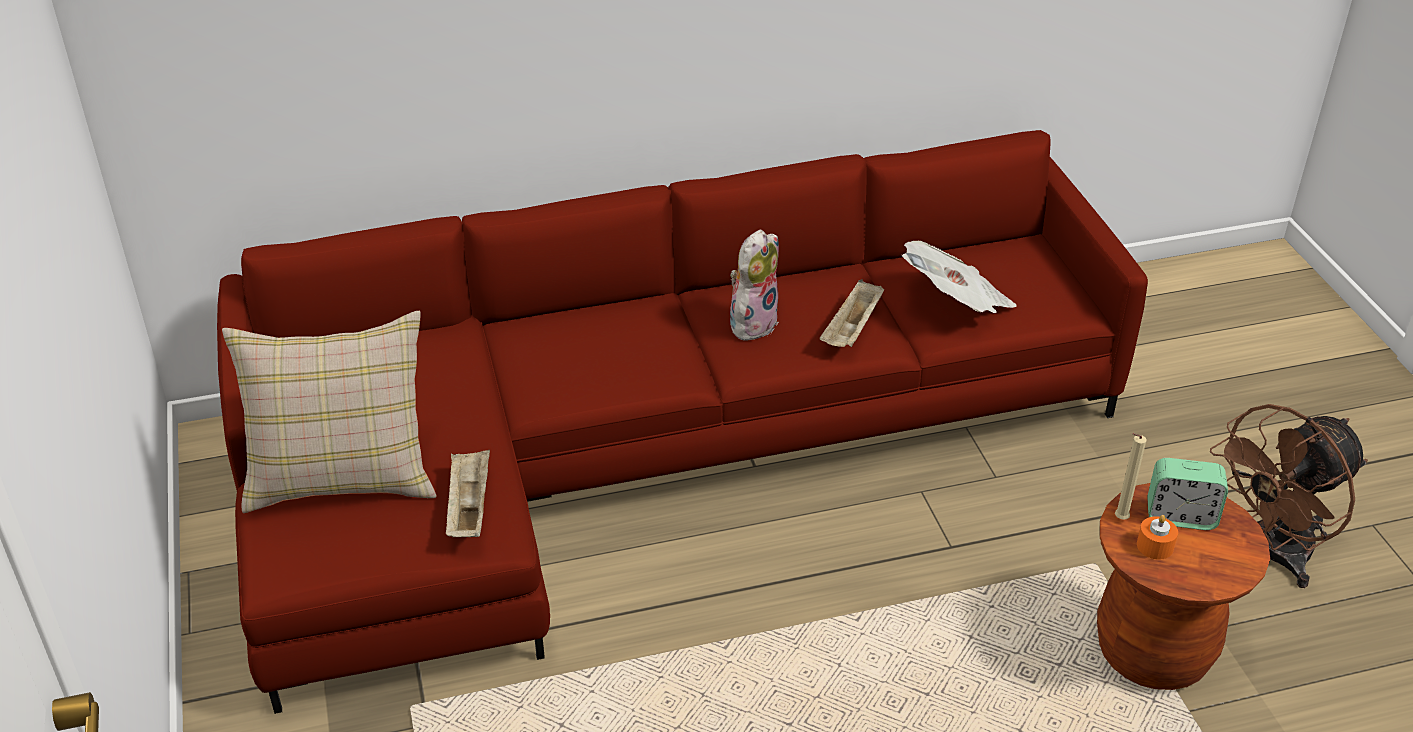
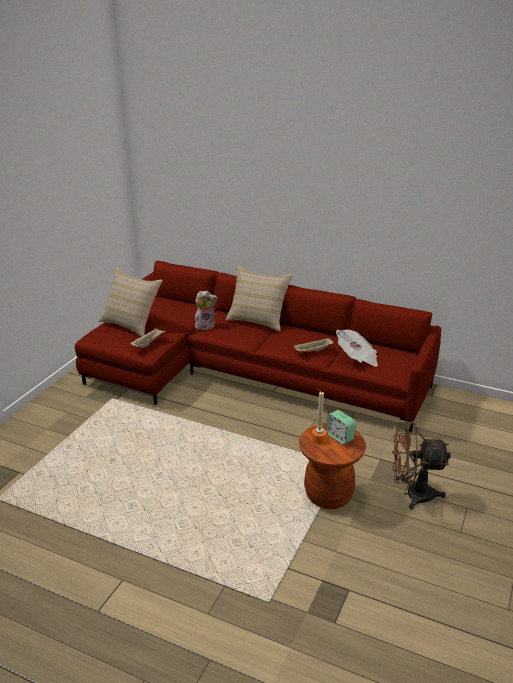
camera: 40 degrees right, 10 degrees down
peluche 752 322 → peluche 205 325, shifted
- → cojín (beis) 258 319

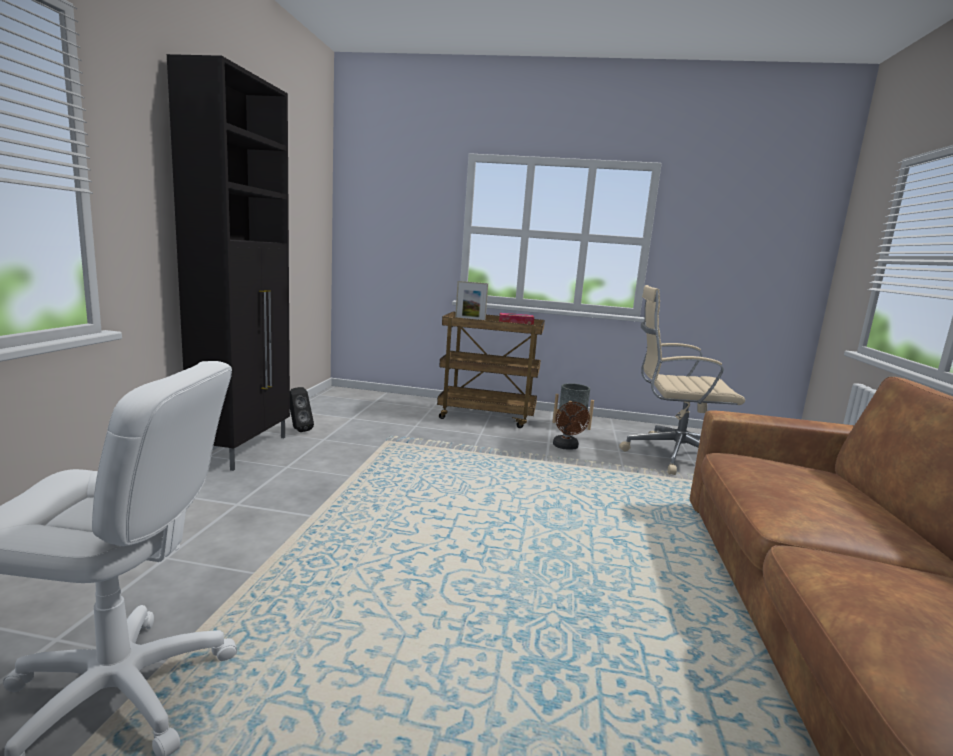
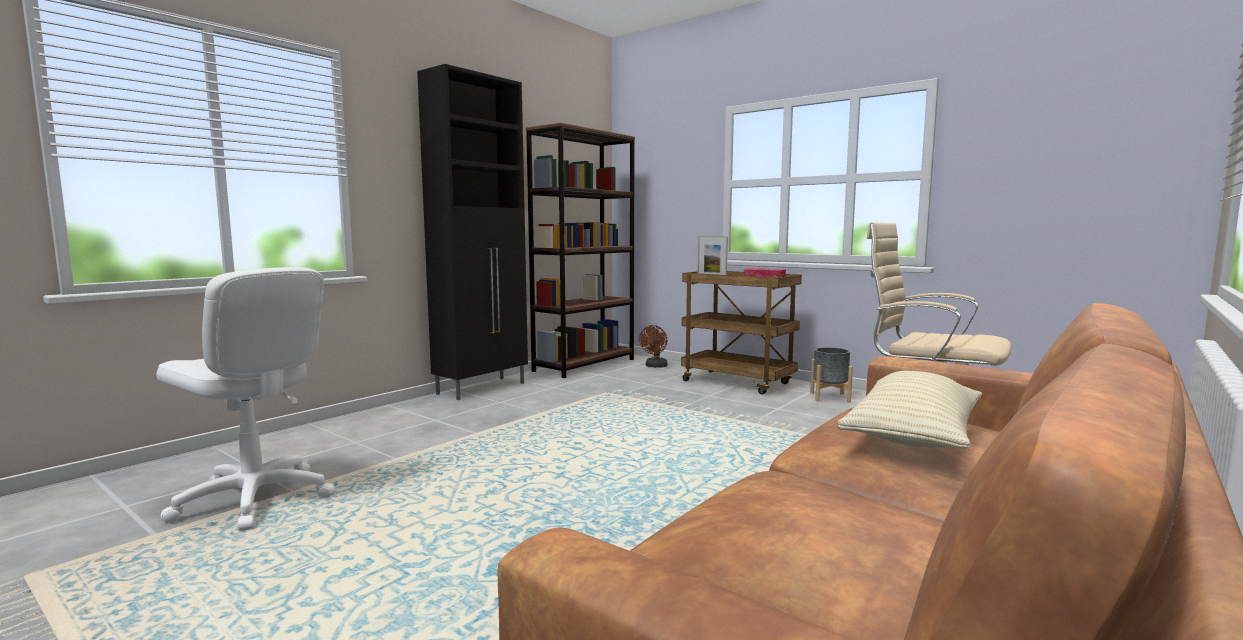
camera: 30 degrees right, 5 degrees down
- → estantería (marrón) 585 365
ventilador (marrón) 566 447 → ventilador (marrón) 655 366, shifted
- → cojín (beis) 913 436
altavoz (negro) 298 430 → -

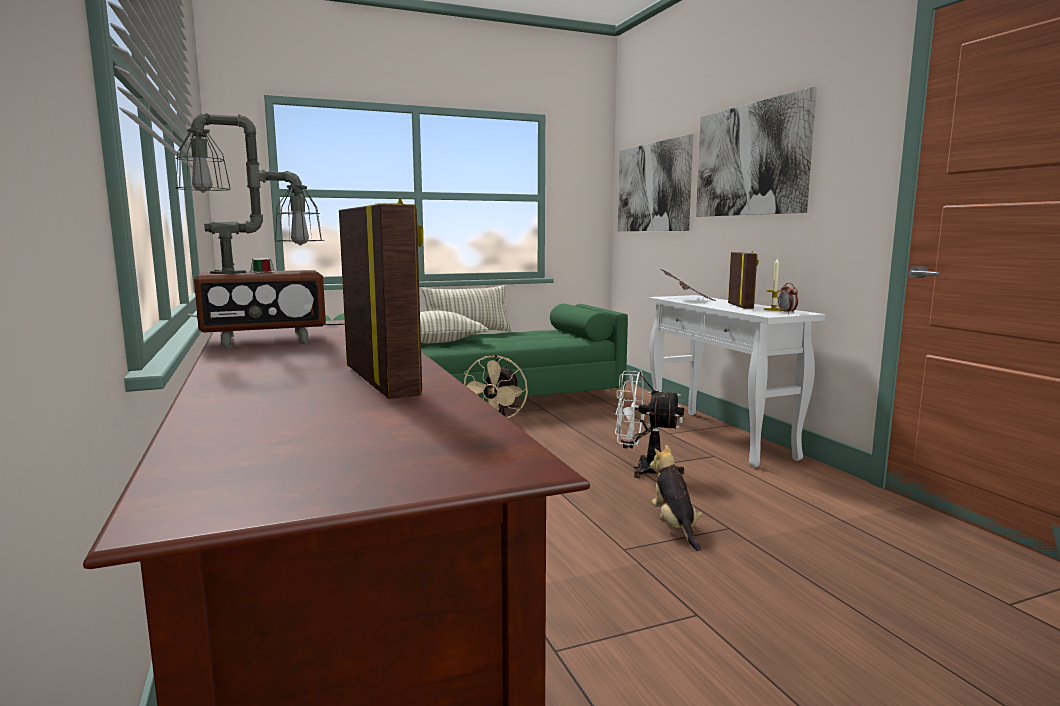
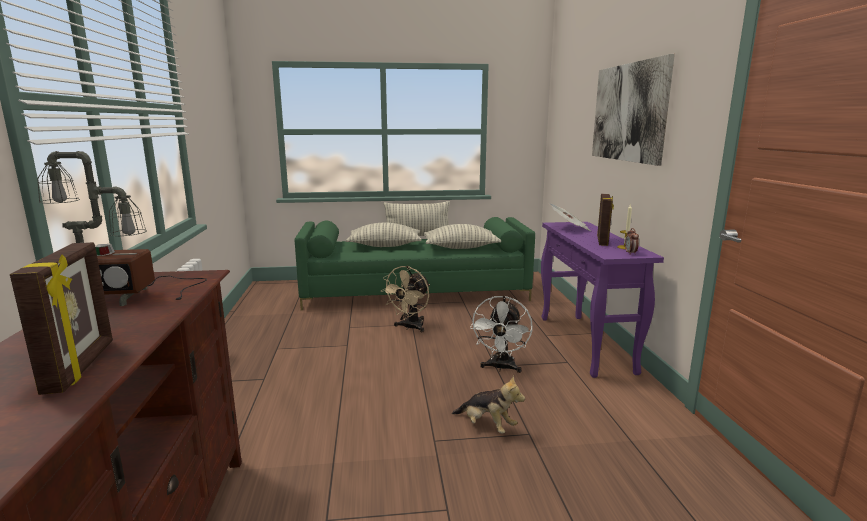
camera: 15 degrees right, 5 degrees up
- → cojín 460 248
peluche 675 526 → peluche 487 426, 120 degrees clockwise
ventilador (blanco) 643 469 → ventilador (blanco) 501 368, 105 degrees counterclockwise
mesa consola (blanco) 720 437 → mesa consola (morado) 585 344
cuadro 653 187 → -

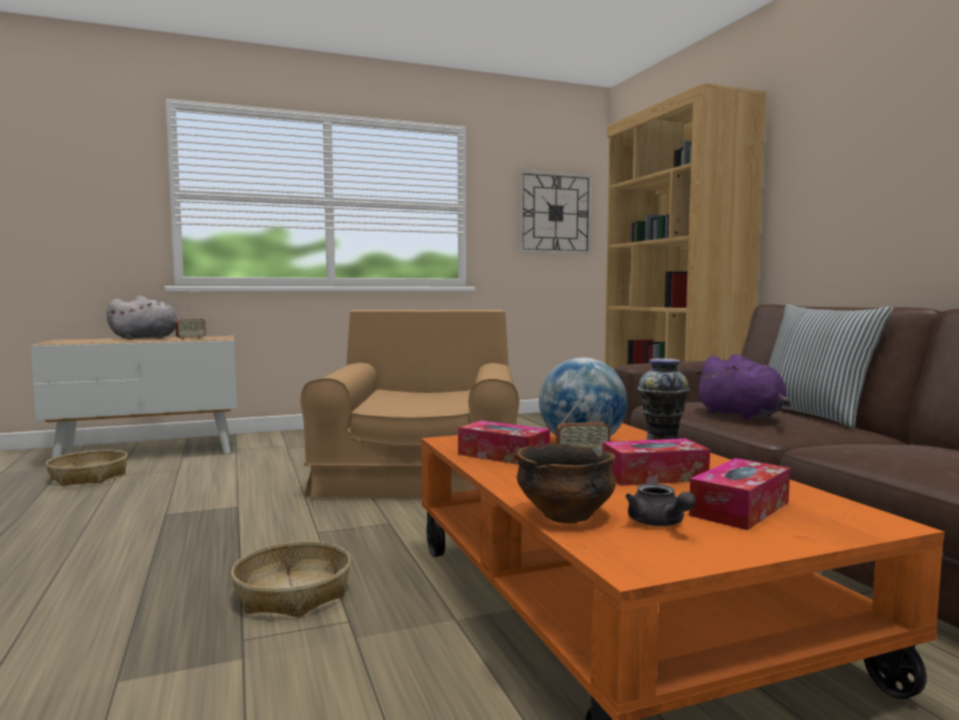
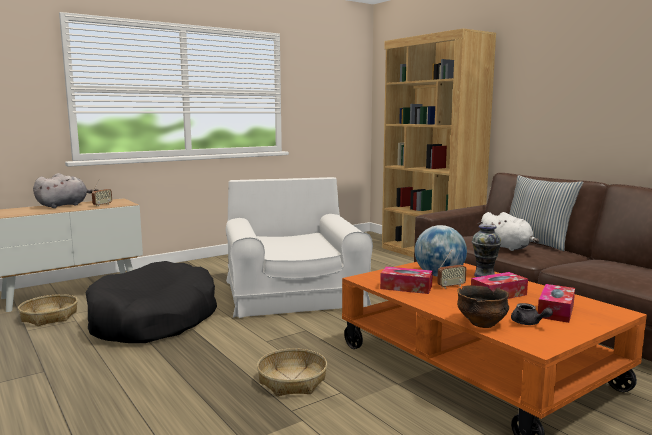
camera: 15 degrees left, 5 degrees up
- → cama para perro (negro) 153 320
sillón (marrón) 420 475 → sillón (blanco) 293 294
peluche (morado) 743 416 → peluche (blanco) 507 248
reloj de pared 555 213 → -

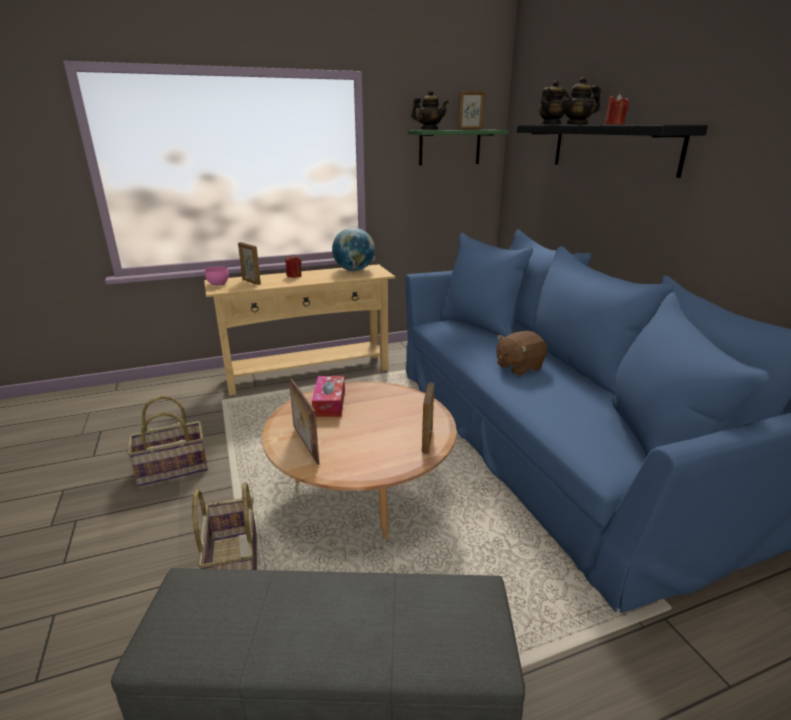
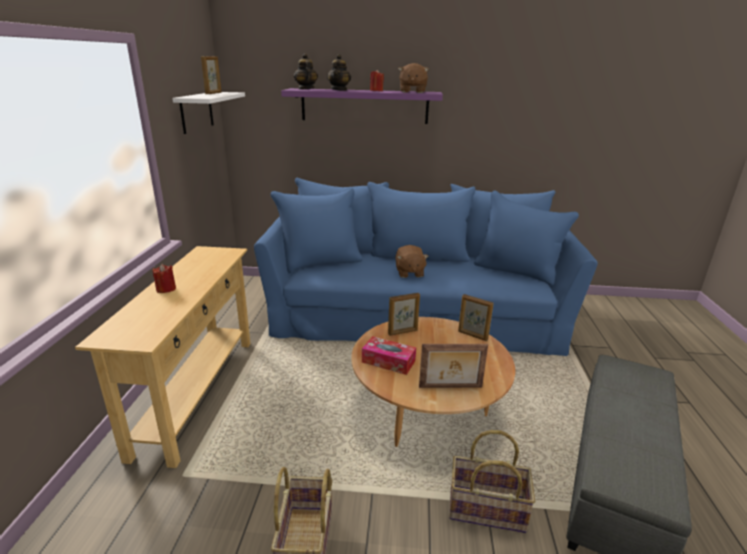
camera: 65 degrees left, 0 degrees up
estante (verde) 449 147 → estante (blanco) 196 112
estante (negro) 612 148 → estante (morado) 364 106
portarretratos 251 282 → portarretratos 403 332, shifted
- → peluche (marrón) 412 92
cuenco (rosa) 217 284 → -
globo terráqueo 354 270 → -
tetera 429 129 → -

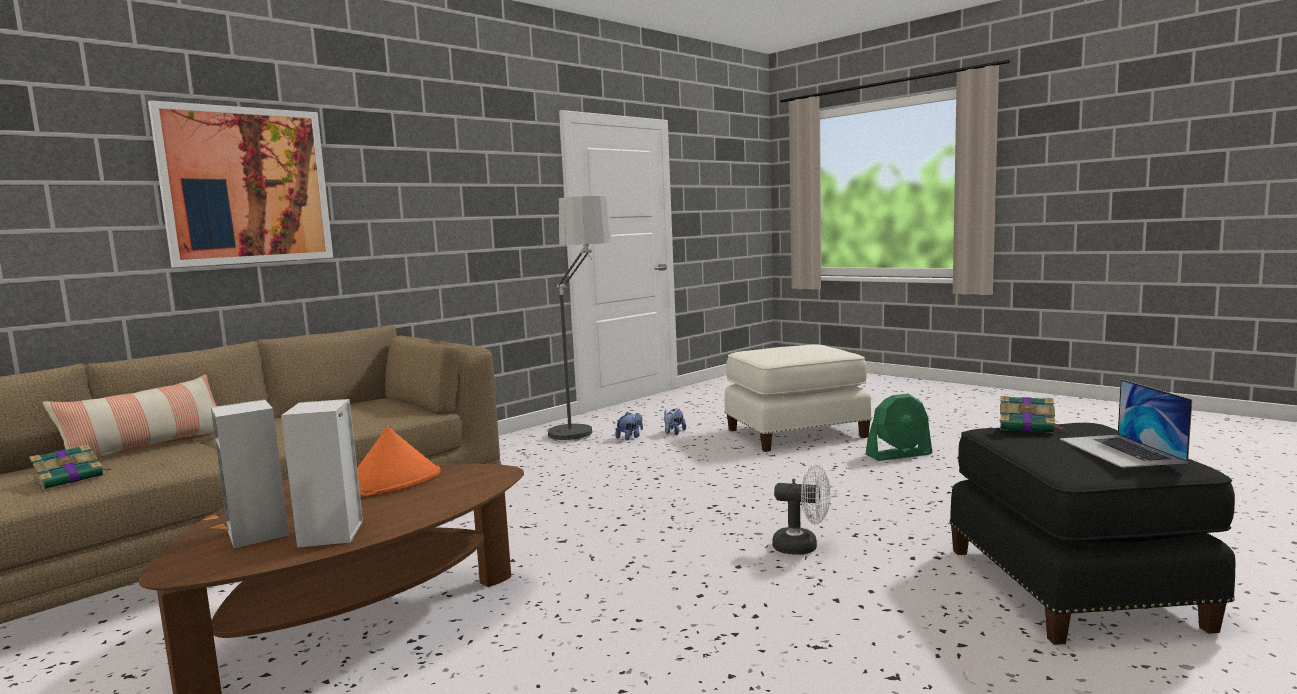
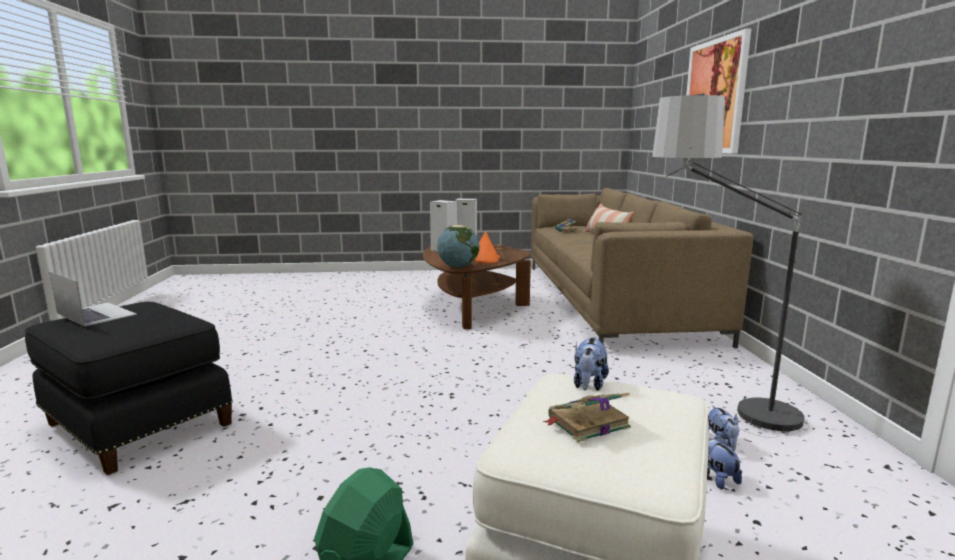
camera: 130 degrees right, 5 degrees up
- → globo terráqueo 458 267
libro 1028 427 → libro 586 423, shifted
- → peluche 588 385
ventilador (blanco) 803 547 → -

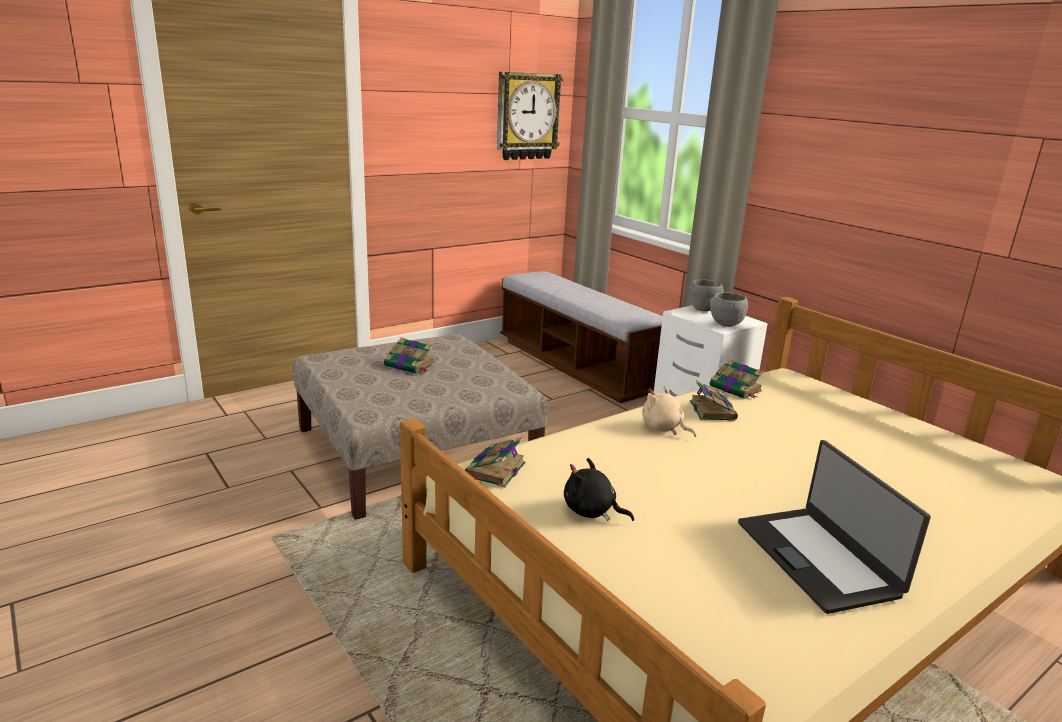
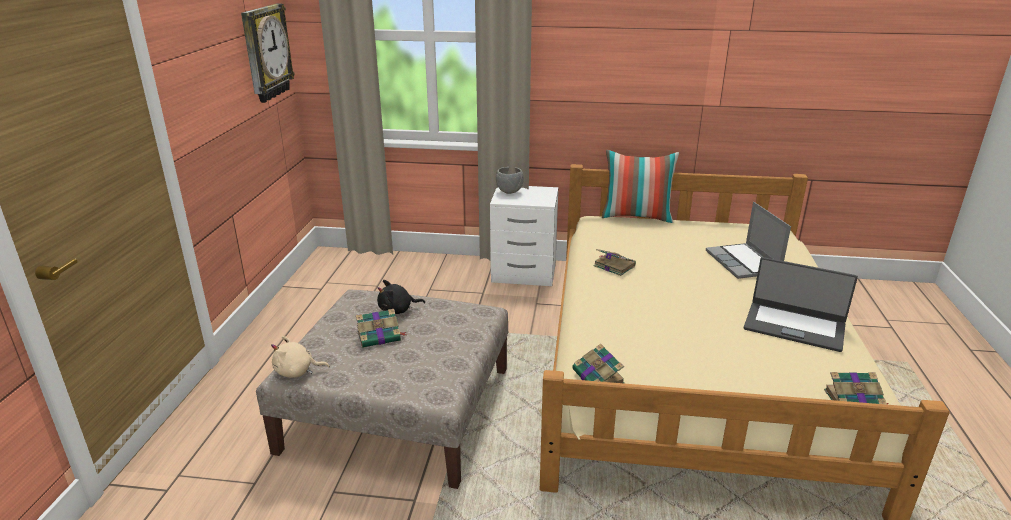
camera: 45 degrees left, 5 degrees up
peluche (beis) 663 428 → peluche (beis) 297 372, shifted
peluche (negro) 592 511 → peluche (negro) 398 310, shifted
- → cojín 636 216
- → portátil 744 263
libro 736 389 → libro 855 401, shifted
banco 577 365 → -
cuenco (gris) 725 324 → -

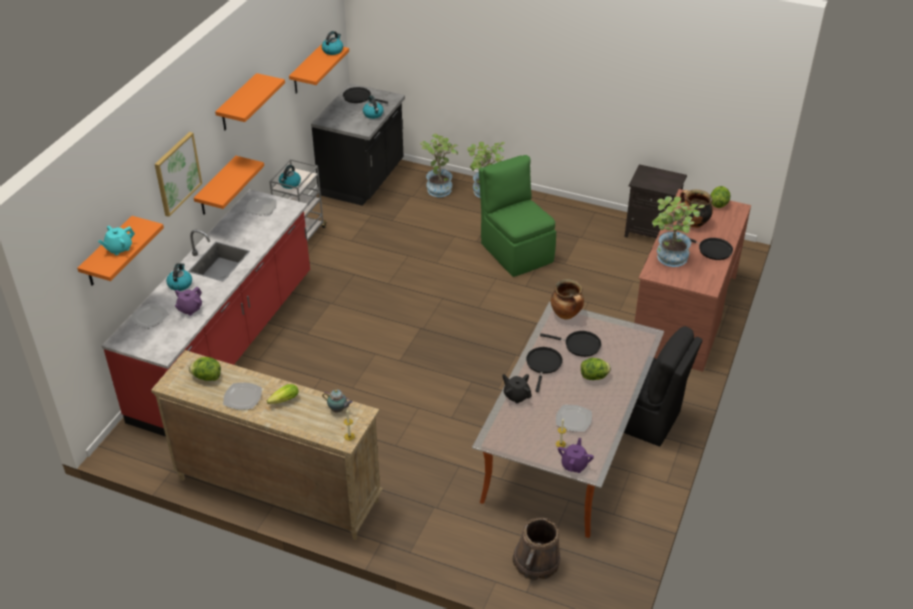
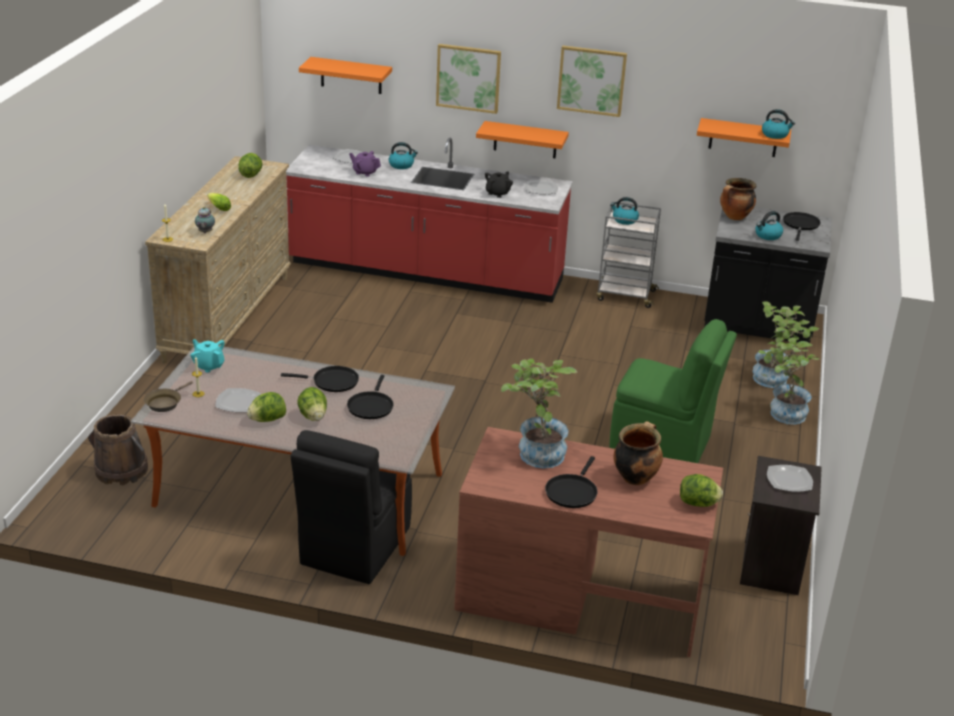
camera: 80 degrees right, 10 degrees down
tetera (morado) 574 465 → sartén (marrón) 165 403
tetera (turquesa) 119 248 → tetera (turquesa) 208 366, shifted
- → lechuga 267 420
tetera (negro) 516 396 → tetera (negro) 498 193, shifted
estante (naranja) 237 103 → cuadro 591 80
silla (verde) 516 251 → silla (verde) 663 443, 60 degrees clockwise
olla 566 315 → olla 735 217, shifted
plato 242 397 → plato 788 480, shifted

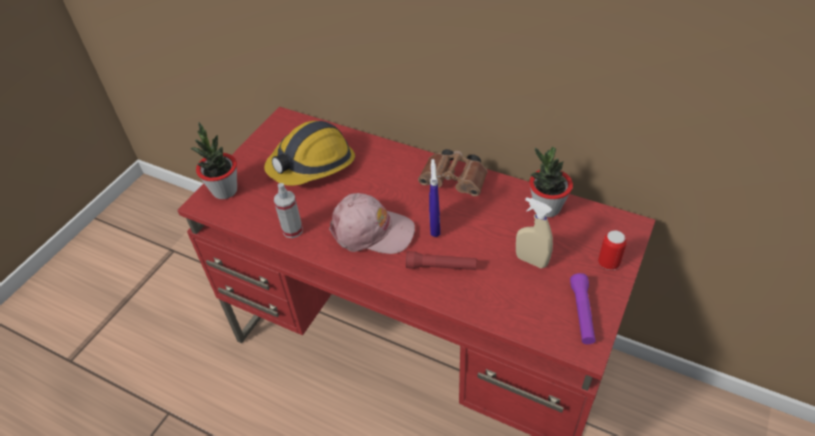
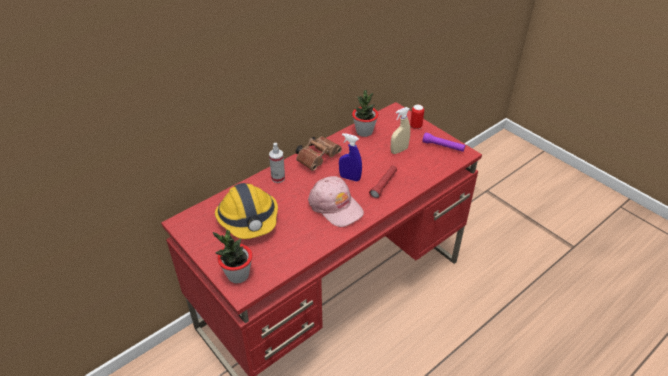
camera: 70 degrees left, 5 degrees down
pulverizador 292 230 → pulverizador 278 178, shifted
gorra (rosa) 371 231 → gorra (rosa) 335 206, 105 degrees clockwise

